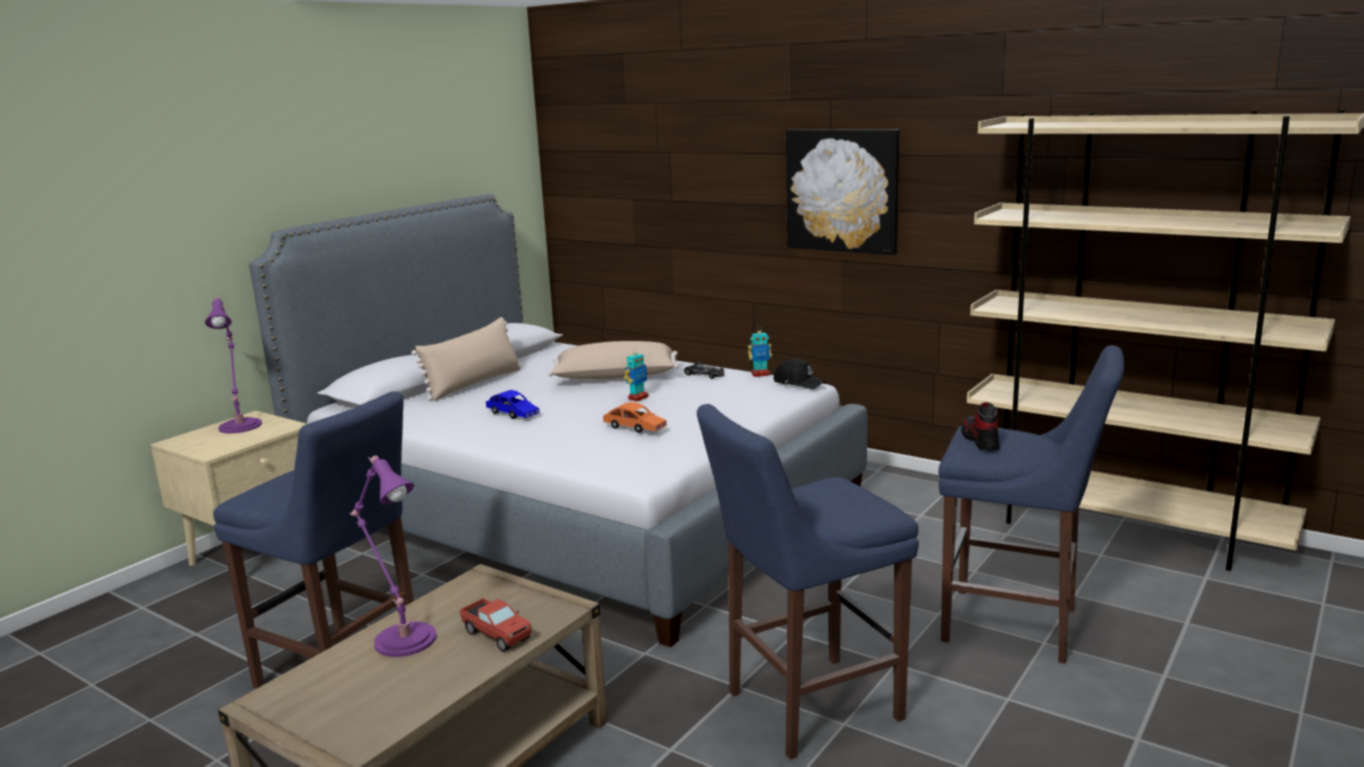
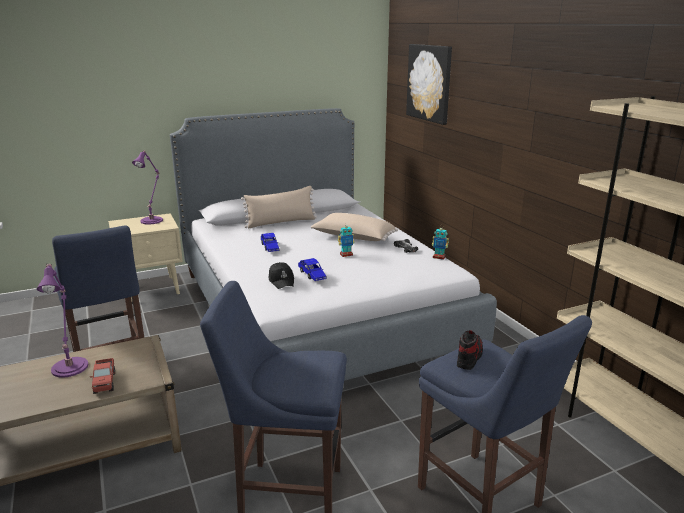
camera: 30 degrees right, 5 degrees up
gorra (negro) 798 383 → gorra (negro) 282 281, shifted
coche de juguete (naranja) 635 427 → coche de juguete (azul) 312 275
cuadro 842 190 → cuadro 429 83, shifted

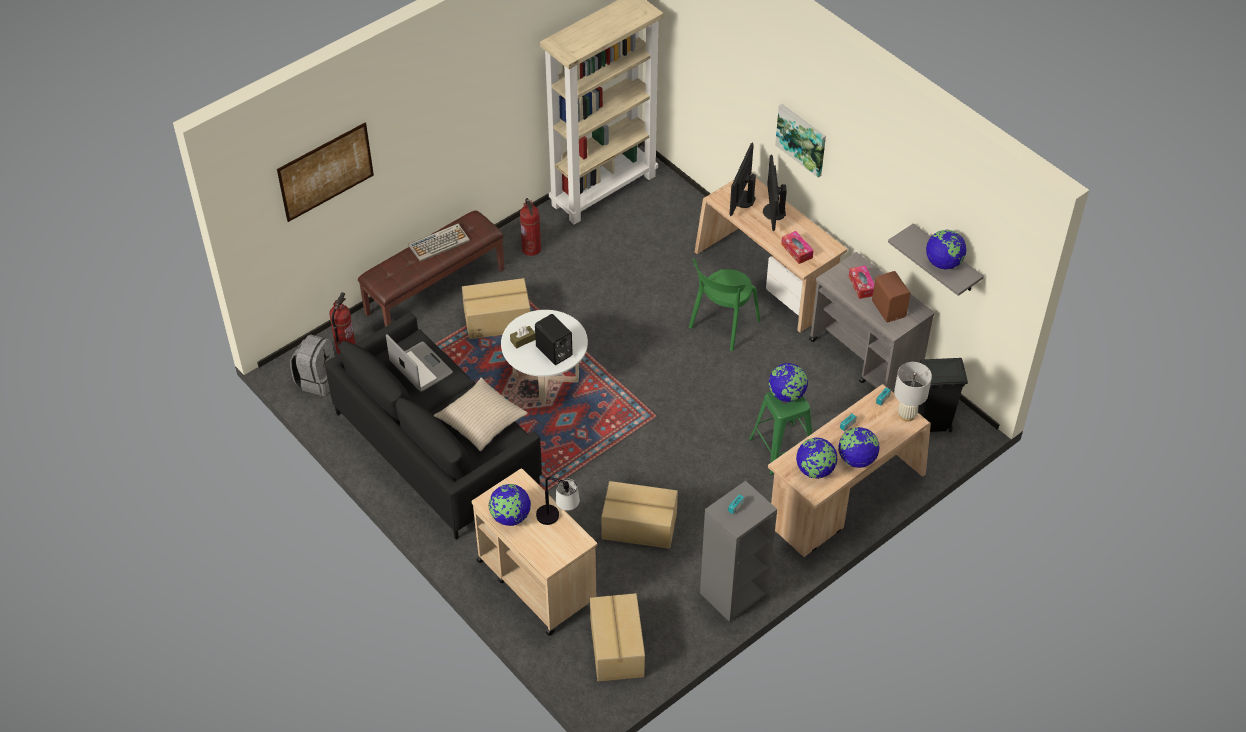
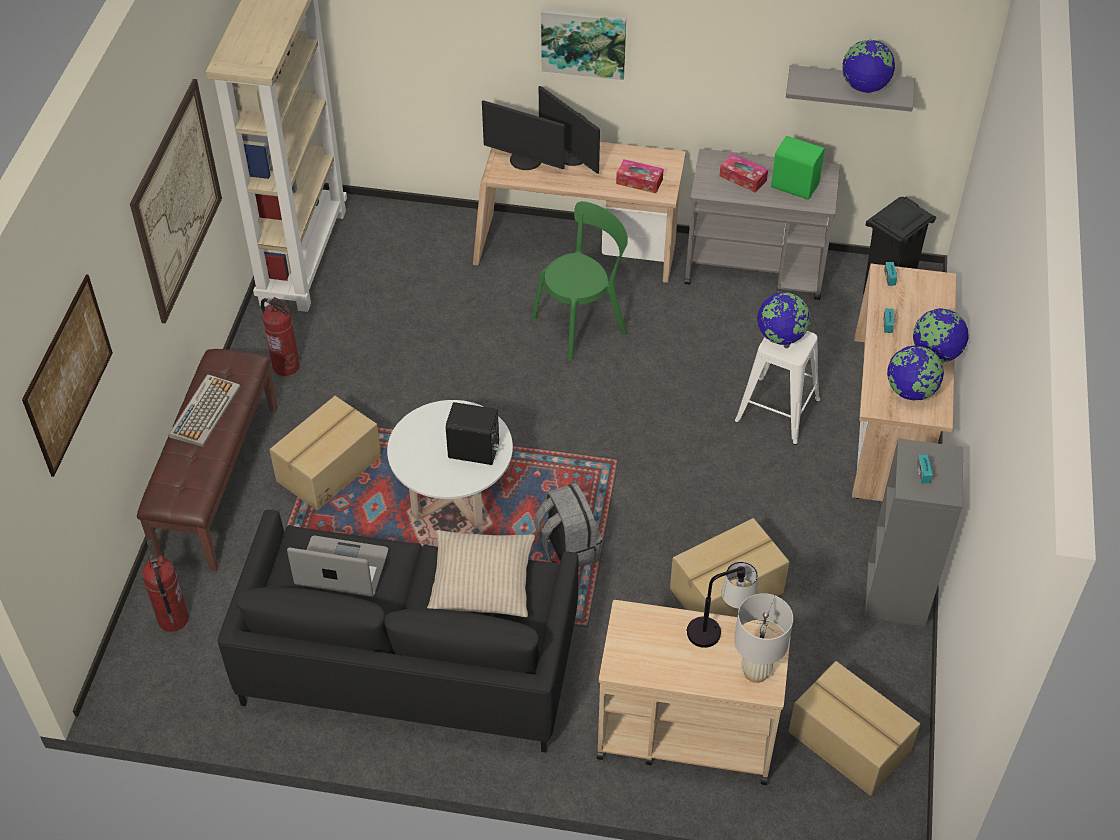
camera: 40 degrees left, 0 degrees up
- → cuadro 177 200
monitor 742 199 → monitor 525 161, 45 degrees counterclockwise
silla (verde) 722 326 → silla (verde) 583 323, 120 degrees counterclockwise
mochila (gris) 317 379 → mochila (gris) 567 549, shifted
taburete (verde) 782 448 → taburete (blanco) 777 409
lámpara de mesa (blanco) 906 415 → lámpara de mesa (blanco) 756 672, shifted
altavoz (marrón) 889 308 → altavoz (verde) 794 185
globo terráqueo 510 517 → -
caja de pañuelos (marrón) 523 340 → -

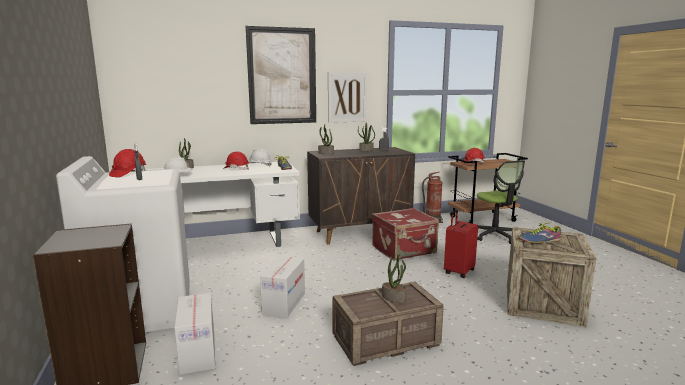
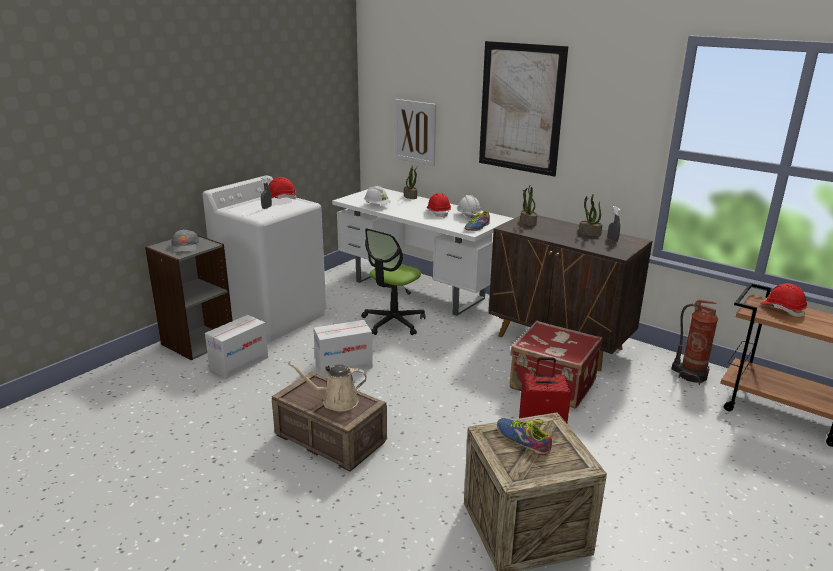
camera: 55 degrees right, 10 degrees up
- → gorra (gris) 185 247
planta en maceta 394 298 → regadera (beis) 336 402
silla de oficina 495 235 → silla de oficina 393 322, shifted
cuadro 347 97 → cuadro 415 132, shifted

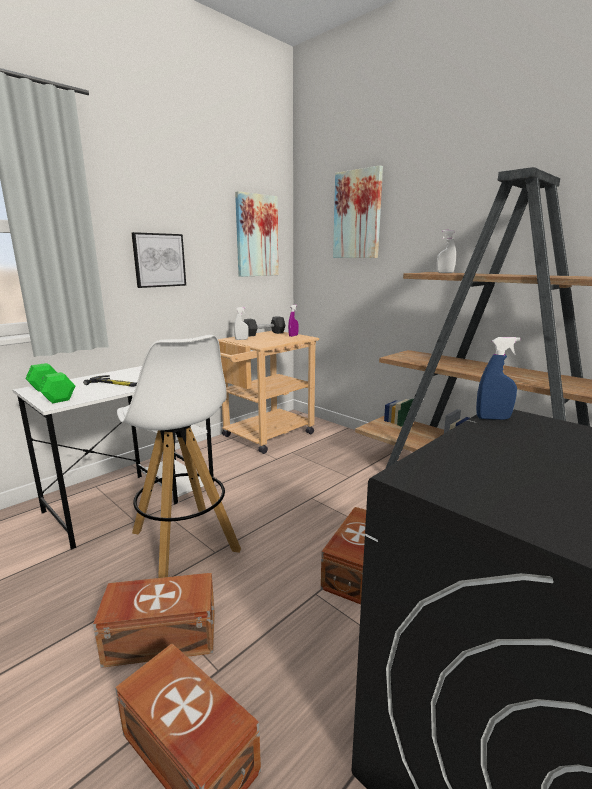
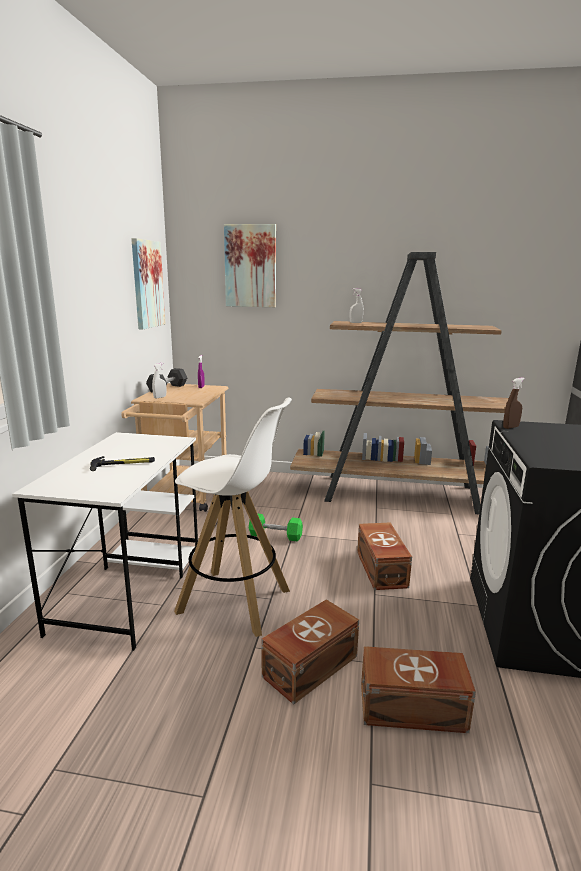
camera: 35 degrees left, 0 degrees up
mancuerna (verde) 51 394 → mancuerna (verde) 275 535, shifted
pulverizador (azul) 493 418 → pulverizador (marrón) 510 427
cuadro 159 260 → -

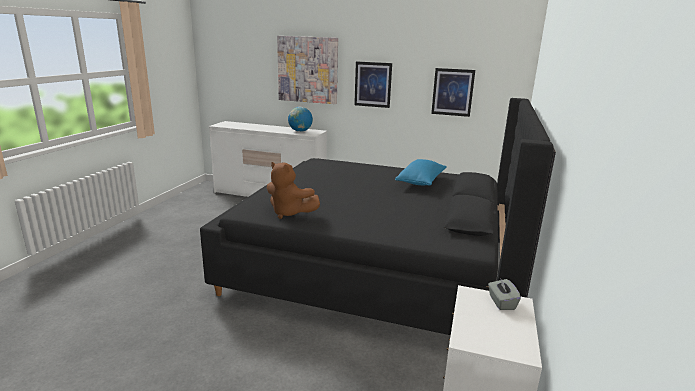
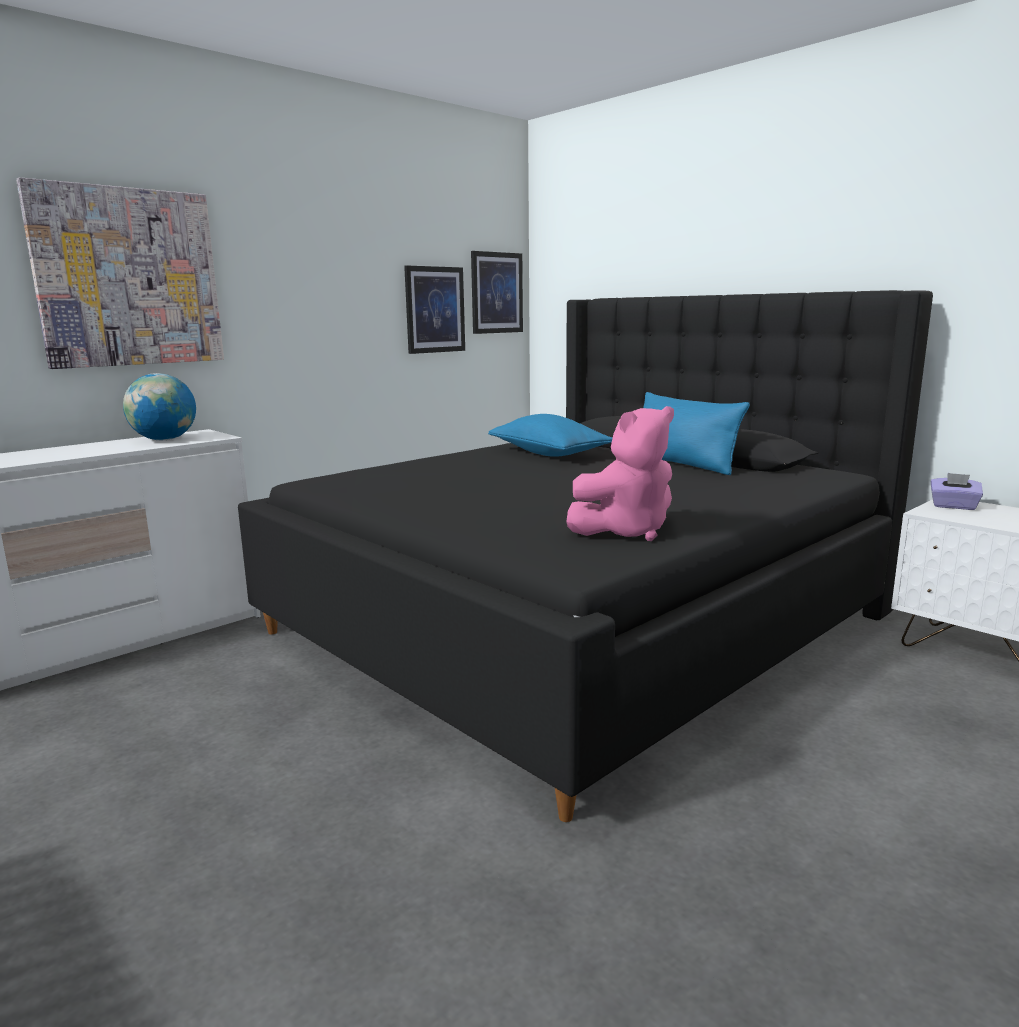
camera: 60 degrees left, 5 degrees down
cuadro 373 84 → cuadro 496 293, shifted
peluche (marrón) 289 213 → peluche (rosa) 625 531
- → cojín (azul) 682 464
caja de pañuelos (gris) 501 302 → caja de pañuelos (morado) 953 506

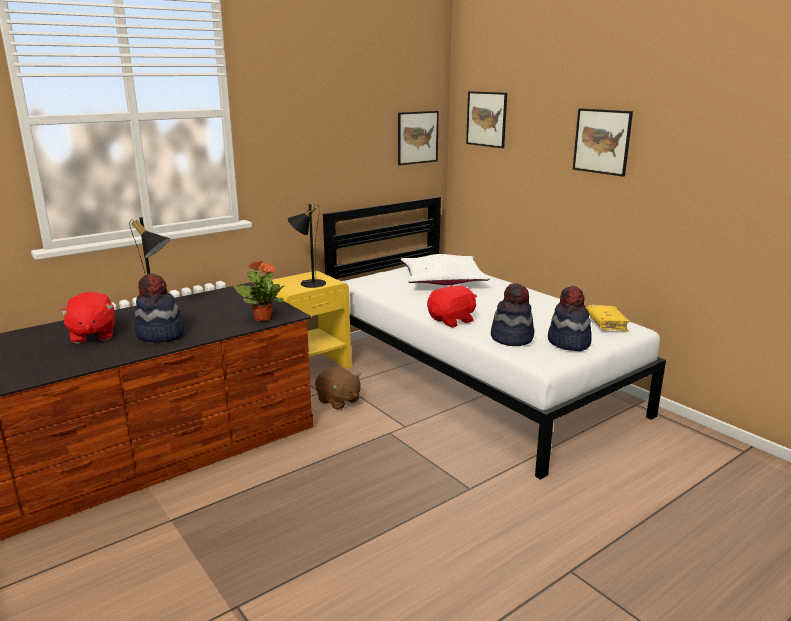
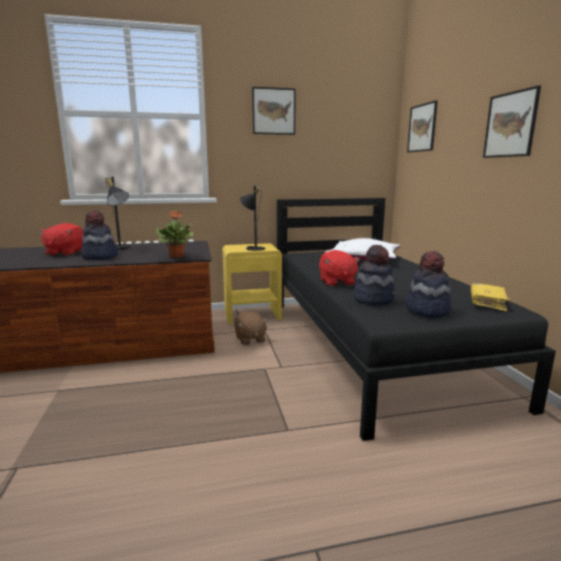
camera: 25 degrees right, 5 degrees down
cuadro 417 137 → cuadro 273 111, shifted
cama (blanco) 475 379 → cama (negro) 372 345
peluche (rojo) 452 320 → peluche (rojo) 336 282, 90 degrees clockwise

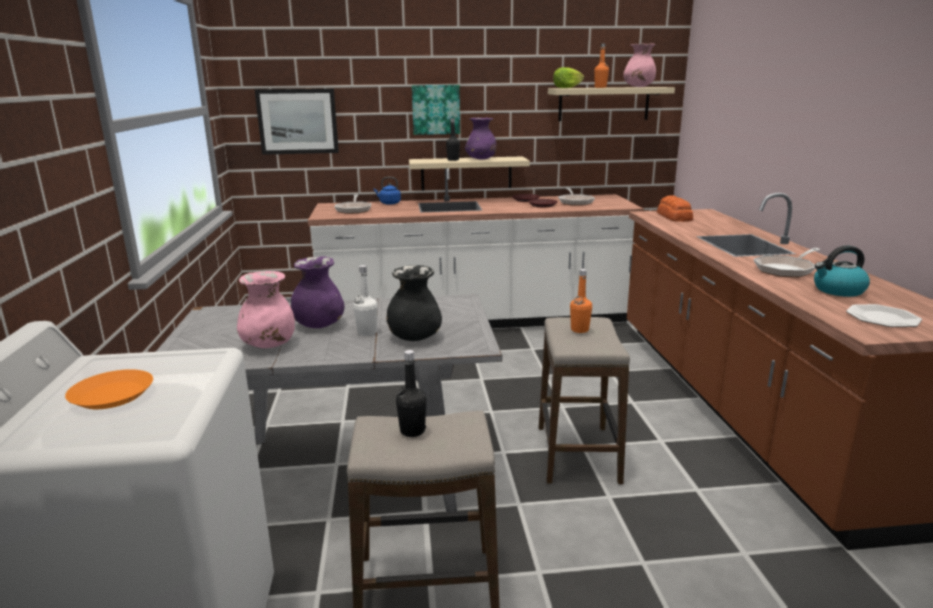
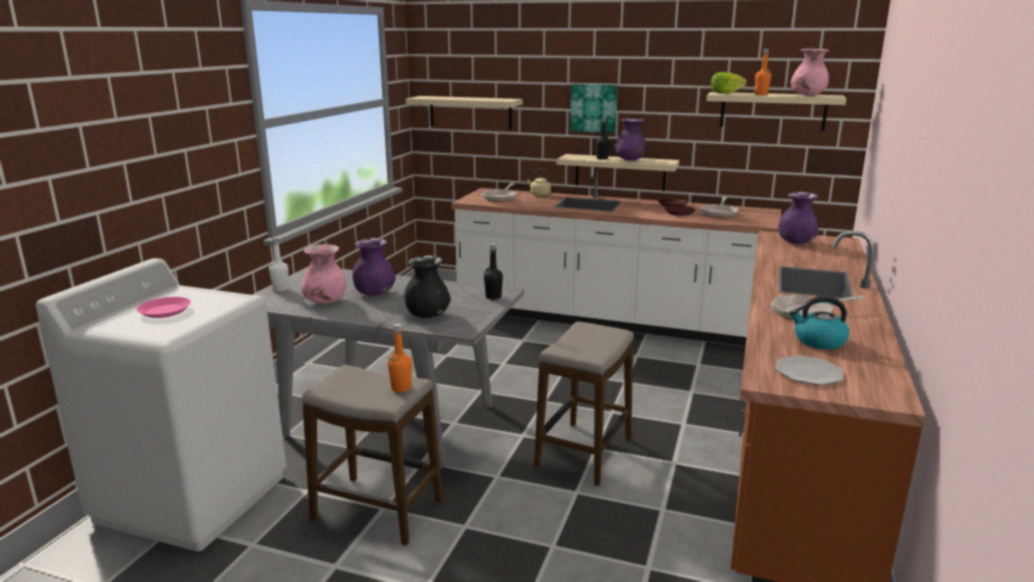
camera: 25 degrees right, 0 degrees up
plato (naranja) 113 395 → plato (rosa) 165 311
botella (blanco) 367 332 → botella (blanco) 281 289, shifted
botella (naranja) 579 330 → botella (naranja) 401 388, shifted
cuadro 298 121 → estante (beis) 470 112
botella (negro) 412 431 → botella (negro) 493 297, shifted
hervidor (azul) 389 203 → hervidor (beis) 539 194
pan 674 217 → florero (morado) 796 242

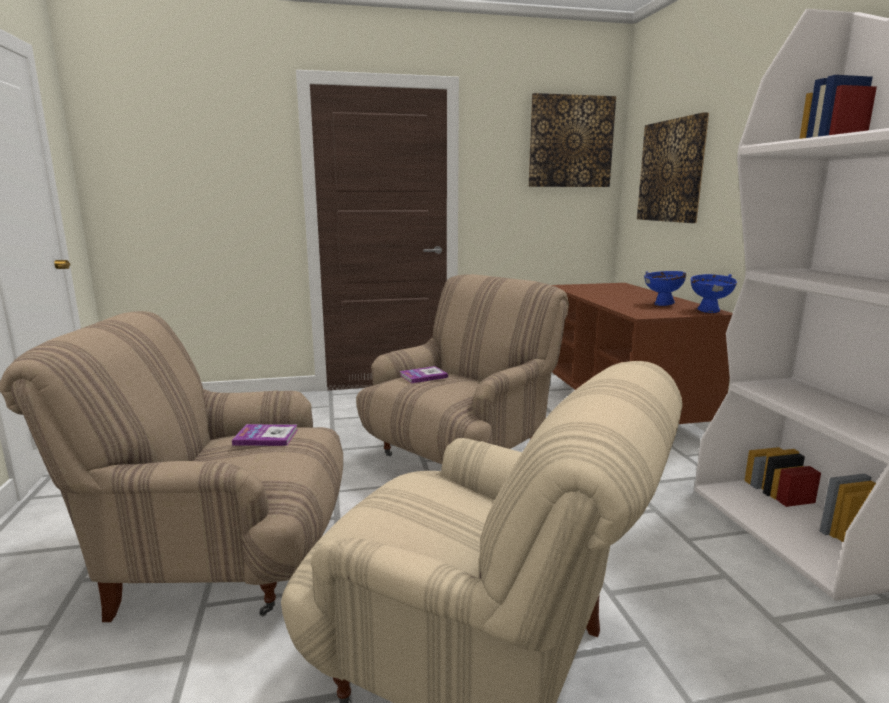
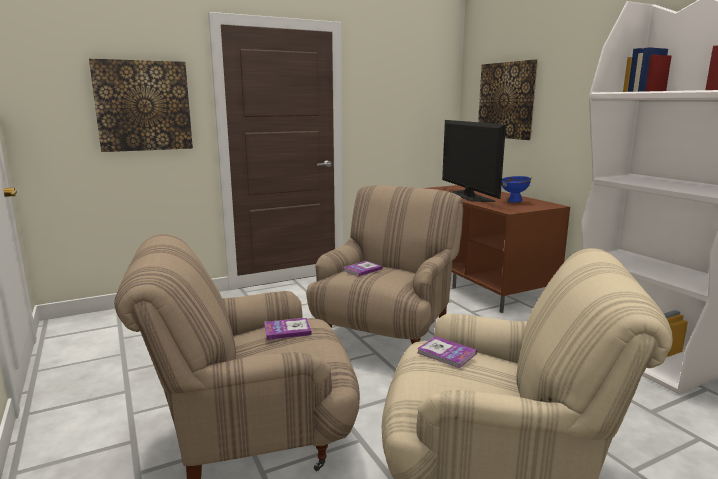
camera: 15 degrees left, 0 degrees up
cuadro 570 142 → cuadro 143 106, shifted
- → libro 446 353
- → televisor 469 196
cuenco (azul) 710 311 → -

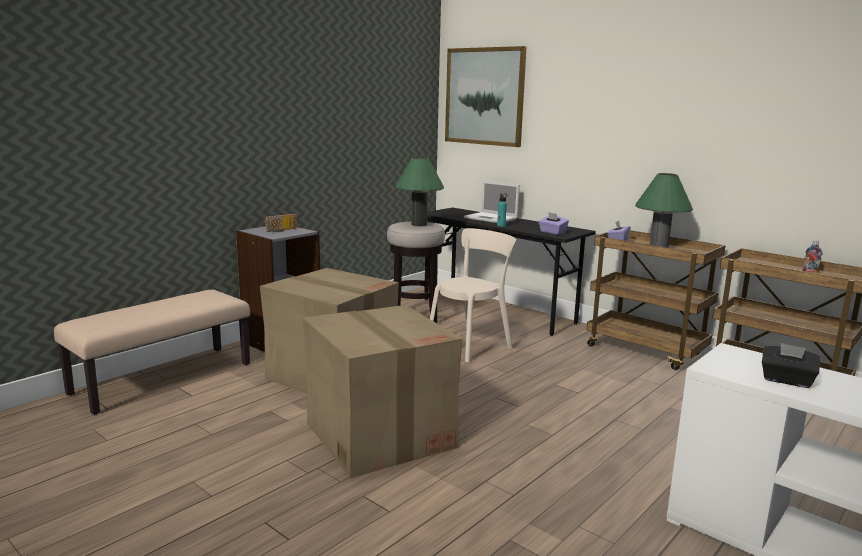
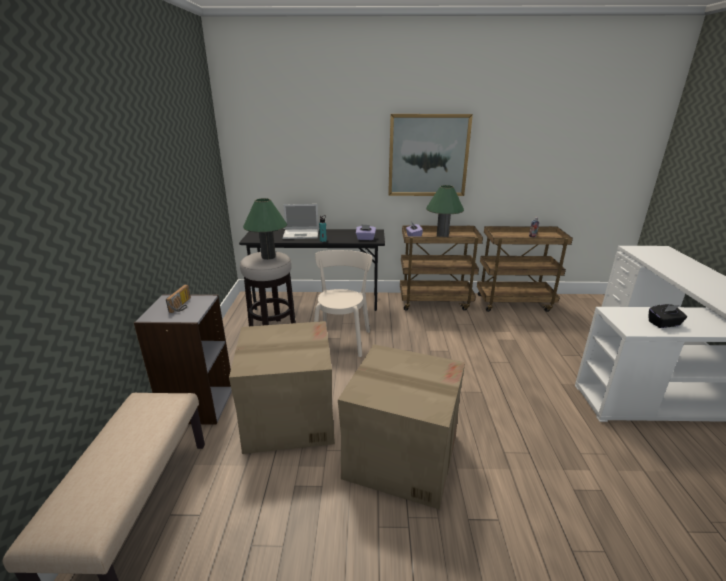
camera: 40 degrees left, 10 degrees up
cuadro 484 96 → cuadro 428 156, shifted

